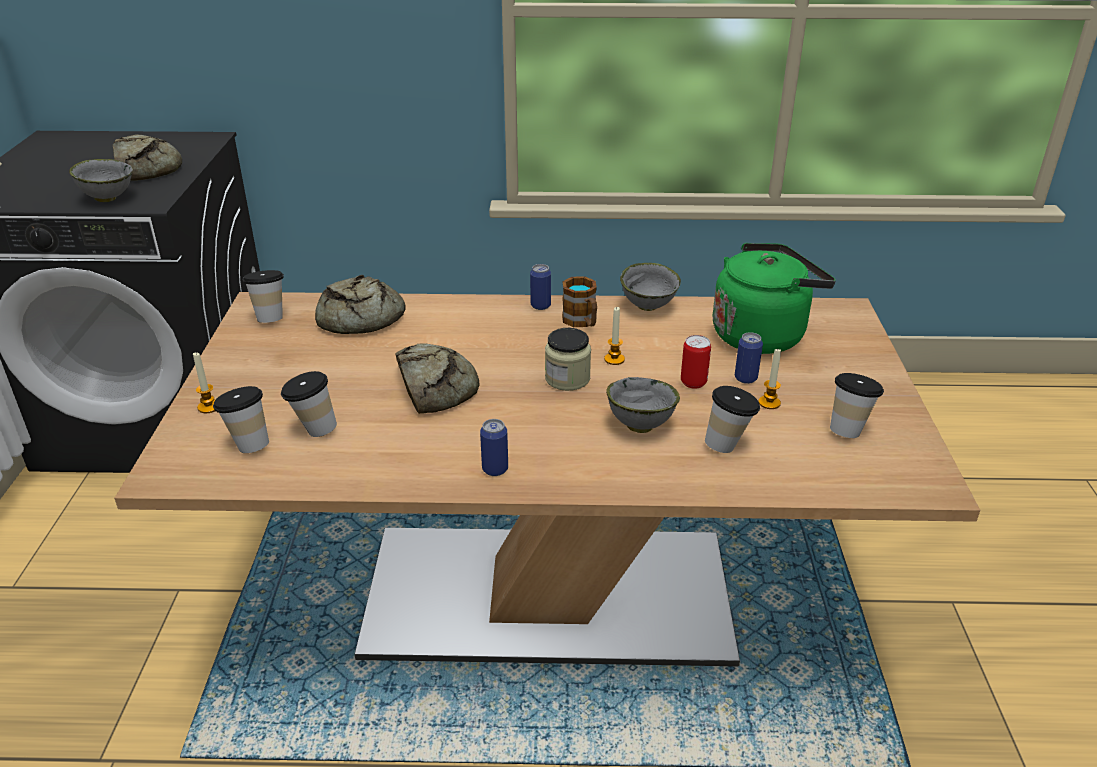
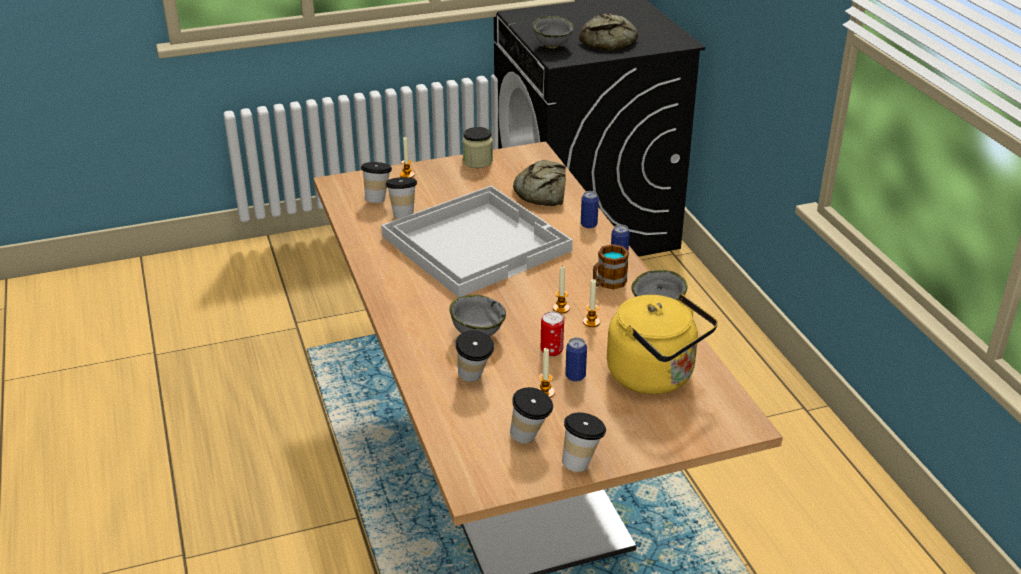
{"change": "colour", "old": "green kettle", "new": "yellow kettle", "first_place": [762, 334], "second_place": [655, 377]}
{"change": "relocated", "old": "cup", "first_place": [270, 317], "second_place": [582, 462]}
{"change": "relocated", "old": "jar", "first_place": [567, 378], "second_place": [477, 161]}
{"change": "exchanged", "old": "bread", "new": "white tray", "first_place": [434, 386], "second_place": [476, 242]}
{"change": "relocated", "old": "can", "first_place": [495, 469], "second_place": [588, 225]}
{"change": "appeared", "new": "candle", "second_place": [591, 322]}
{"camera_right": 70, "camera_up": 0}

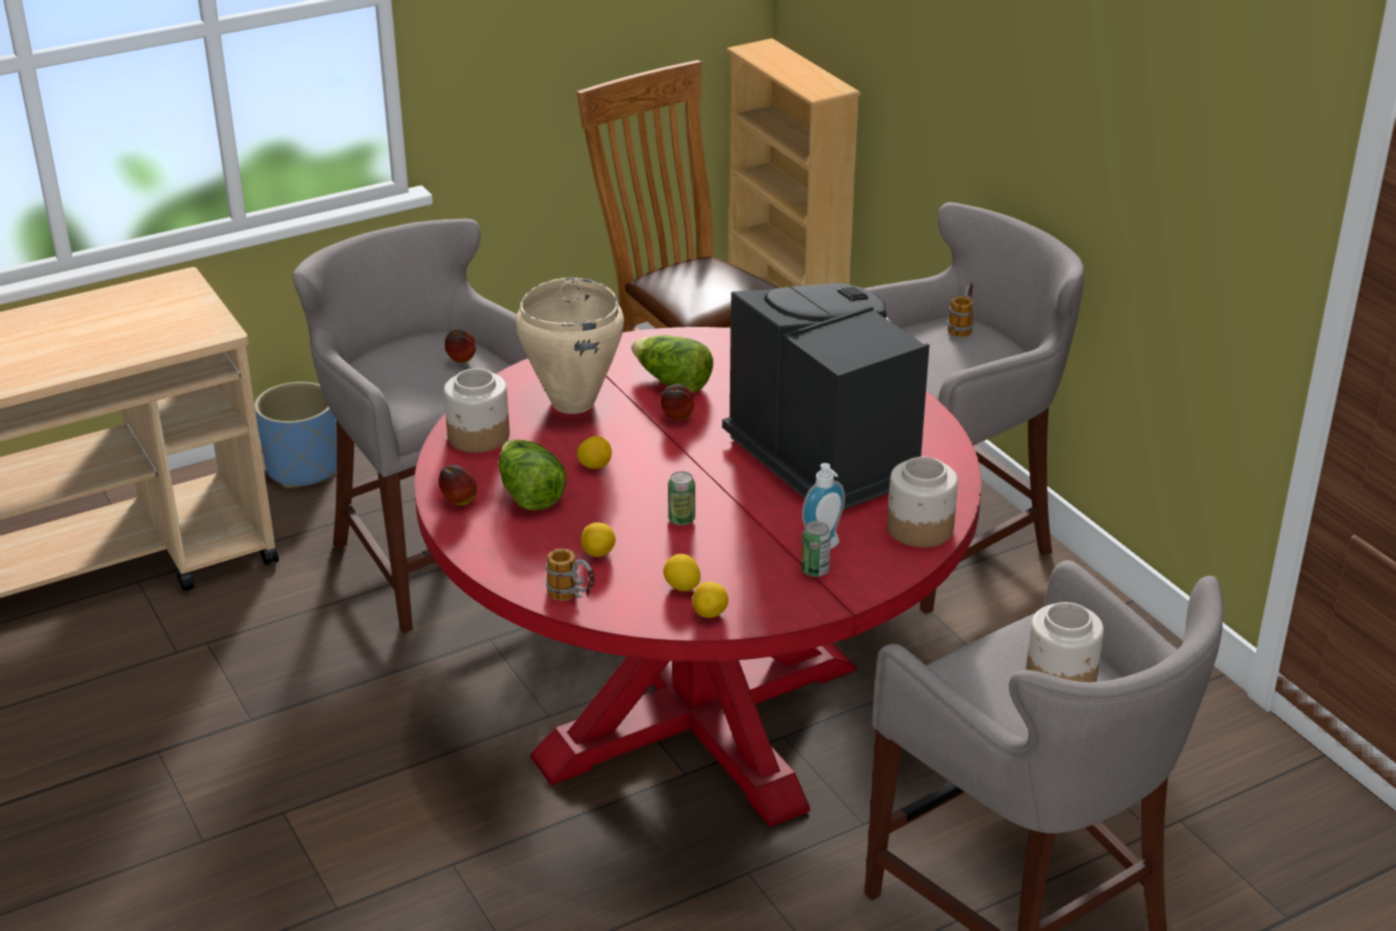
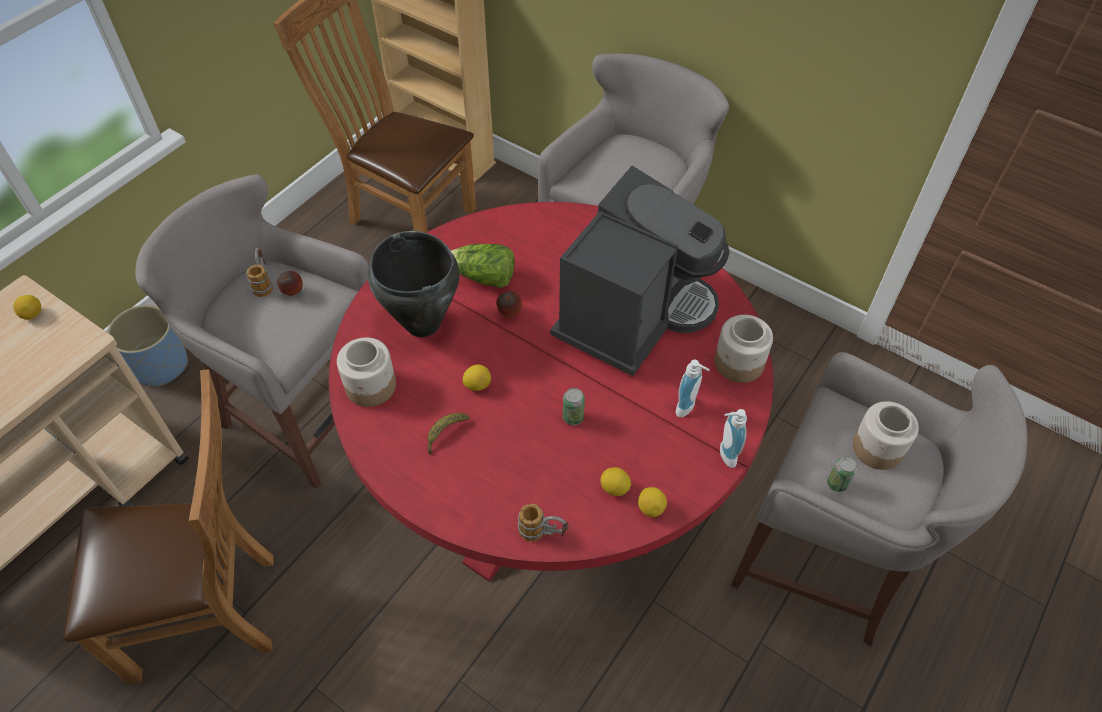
{"change": "colour", "old": "beige cooking pot", "new": "black cooking pot", "first_place": [572, 403], "second_place": [422, 324]}
{"change": "relocated", "old": "mug", "first_place": [962, 326], "second_place": [264, 282]}
{"change": "spun", "old": "coffee machine", "first_place": [825, 455], "second_place": [633, 313], "degrees": 90}
{"change": "exchanged", "old": "lettuce", "new": "banana", "first_place": [529, 494], "second_place": [445, 433]}
{"change": "missing", "old": "apple", "first_place": [459, 502]}
{"change": "relocated", "old": "can", "first_place": [815, 570], "second_place": [837, 483]}
{"change": "relocated", "old": "lemon", "first_place": [598, 553], "second_place": [33, 314]}
{"change": "appeared", "new": "brown chair", "second_place": [214, 611]}
{"change": "appeared", "new": "soap dispenser", "second_place": [724, 455]}
{"camera_right": -25, "camera_up": 20}

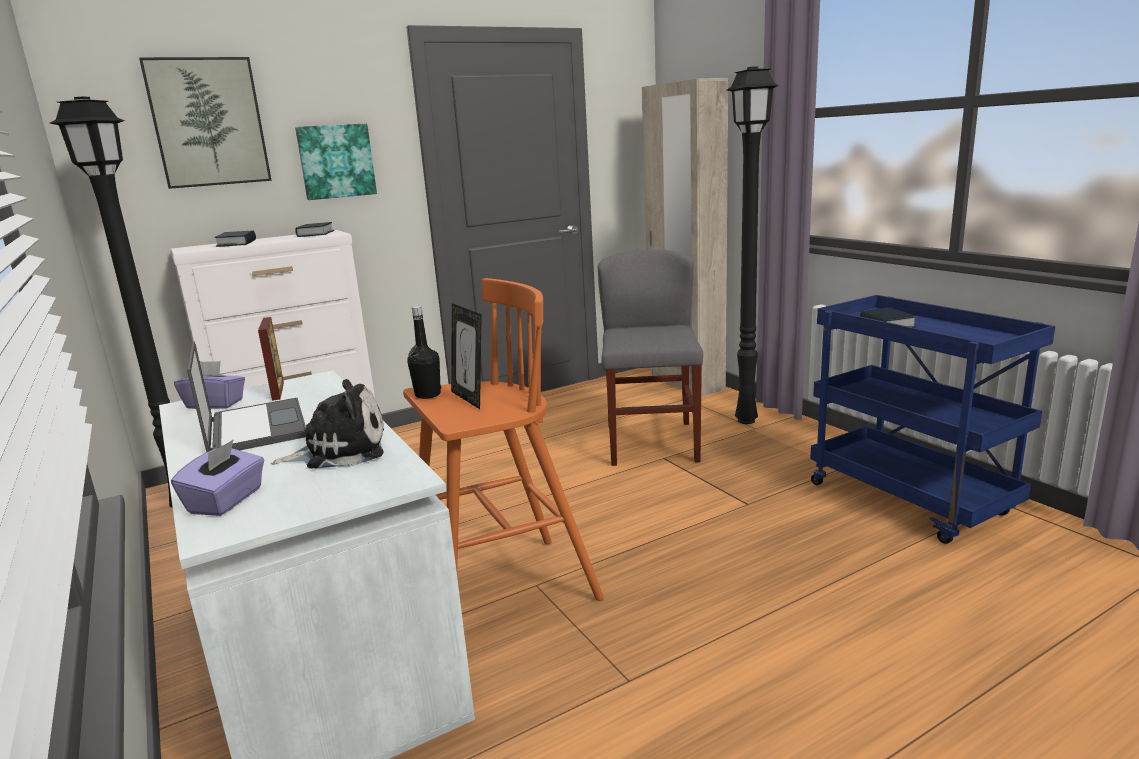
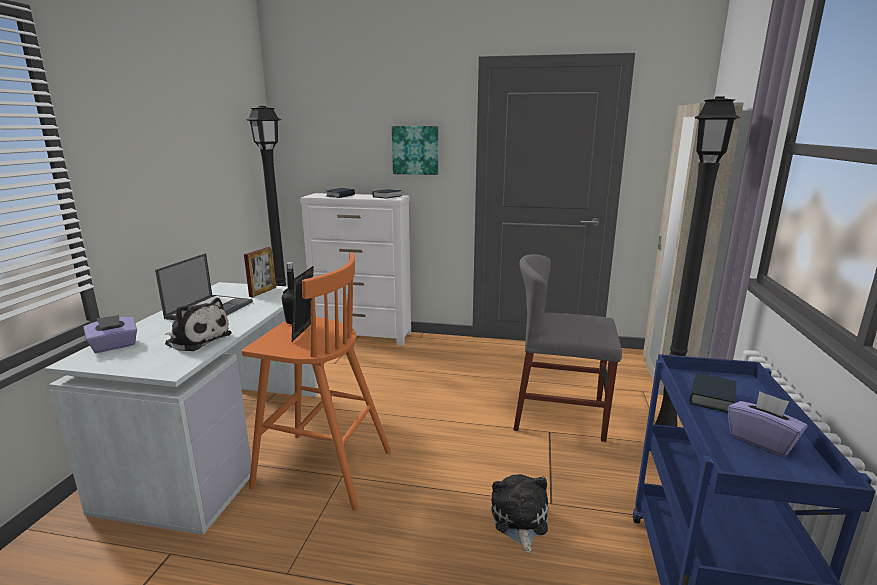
{"change": "missing", "old": "picture", "first_place": [208, 122]}
{"change": "spun", "old": "grey chair", "first_place": [651, 443], "second_place": [559, 415], "degrees": -120}
{"change": "relocated", "old": "purple tissue box", "first_place": [215, 404], "second_place": [761, 440]}
{"change": "appeared", "new": "plush toy", "second_place": [519, 520]}
{"camera_right": 40, "camera_up": 0}

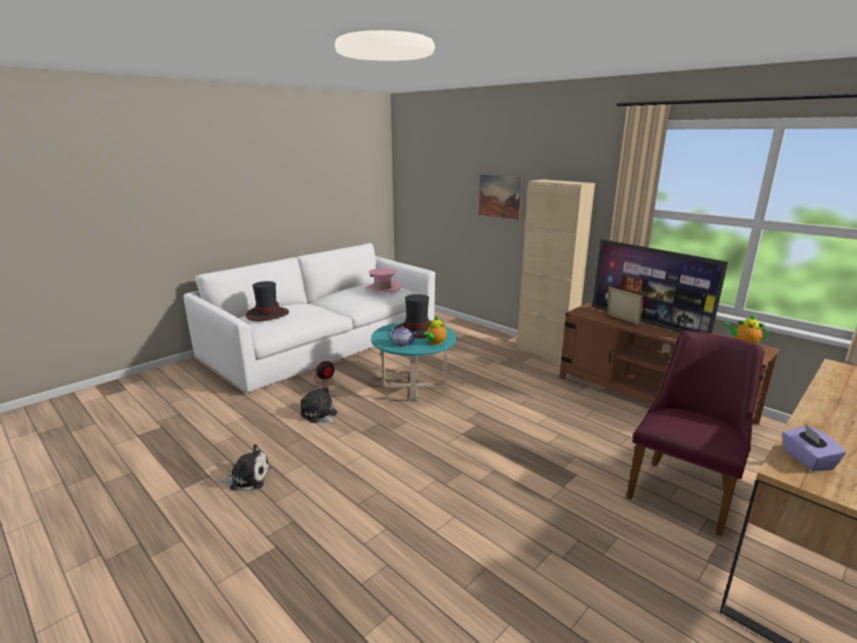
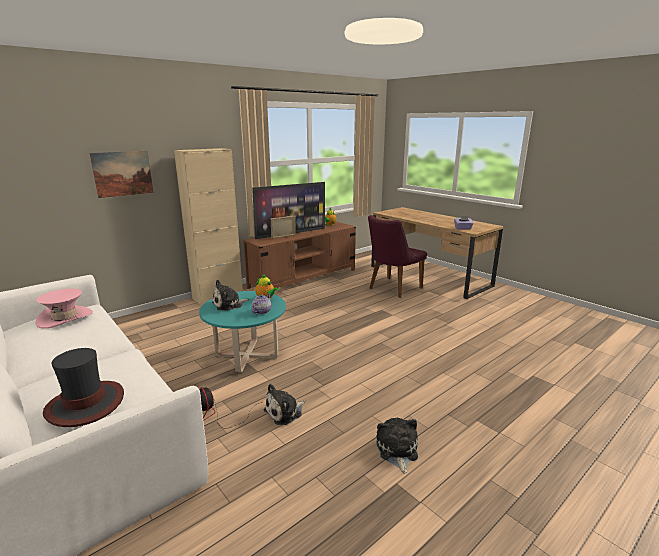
{"change": "exchanged", "old": "hat", "new": "plush toy", "first_place": [417, 330], "second_place": [229, 304]}
{"change": "spun", "old": "purple chair", "first_place": [684, 489], "second_place": [391, 289], "degrees": -90}
{"camera_right": -85, "camera_up": 0}

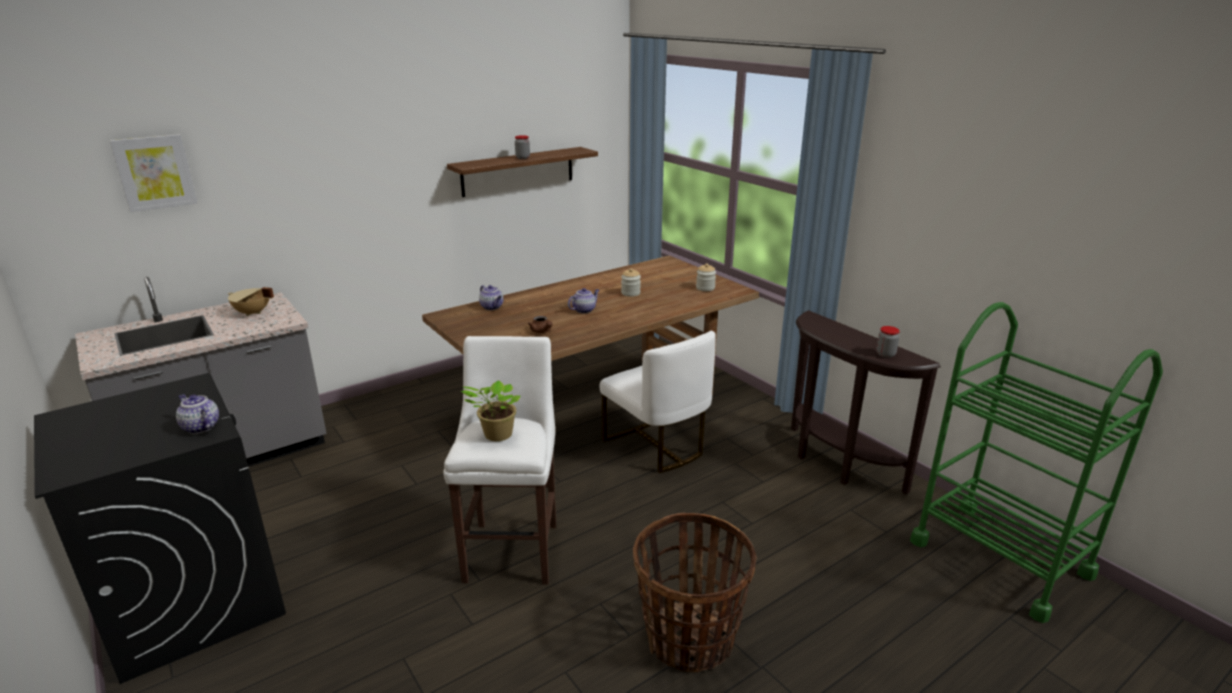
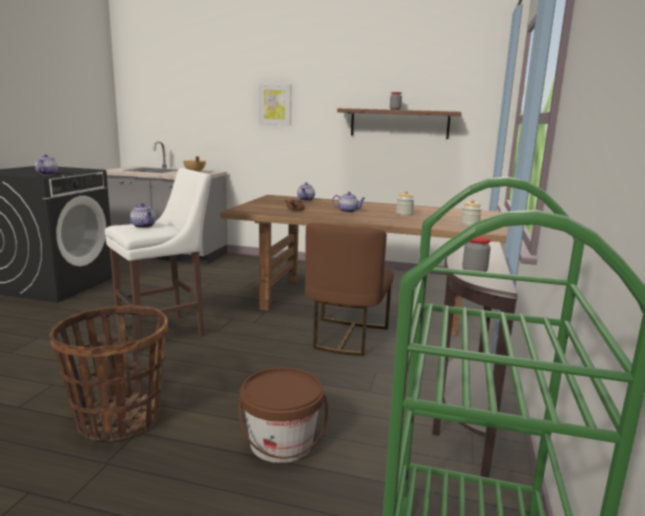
{"change": "relocated", "old": "picture", "first_place": [155, 172], "second_place": [275, 104]}
{"change": "colour", "old": "white chair", "new": "brown chair", "first_place": [656, 446], "second_place": [346, 337]}
{"change": "exchanged", "old": "potted plant", "new": "teapot", "first_place": [496, 435], "second_place": [144, 226]}
{"change": "appeared", "new": "brown bucket", "second_place": [281, 443]}
{"camera_right": 50, "camera_up": -10}

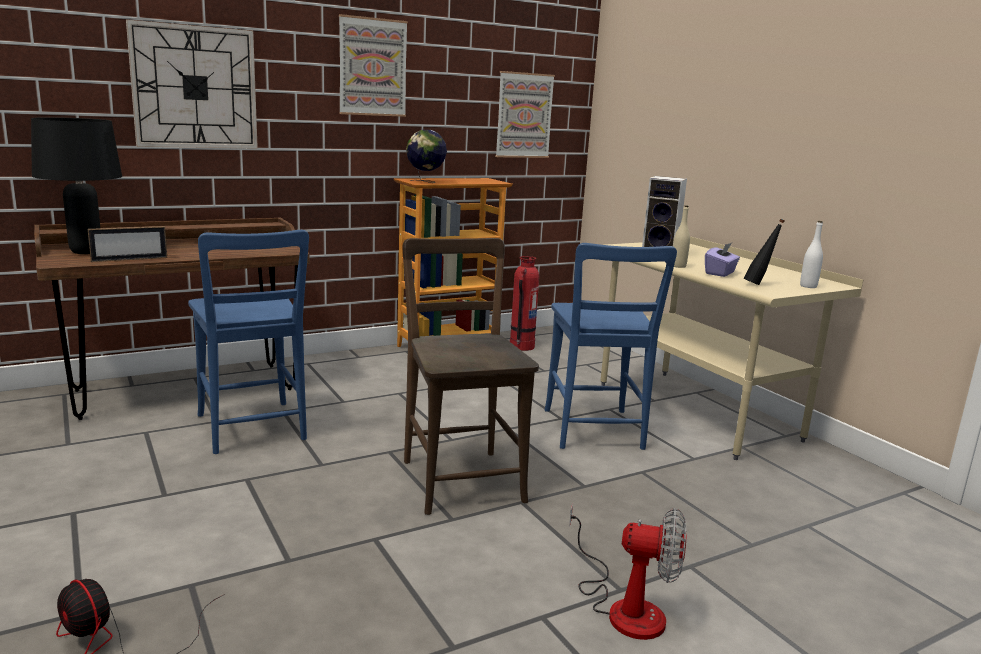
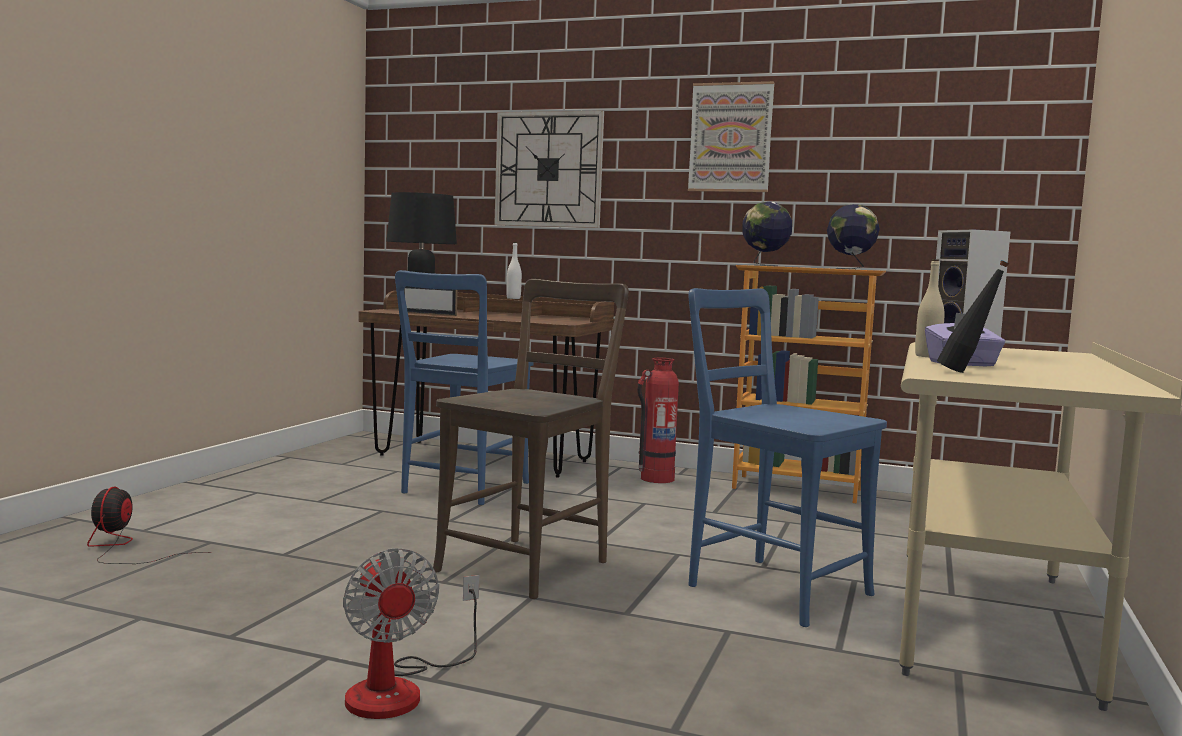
{"change": "missing", "old": "picture", "first_place": [524, 115]}
{"change": "relocated", "old": "white bottle", "first_place": [808, 286], "second_place": [513, 298]}
{"change": "spun", "old": "blue chair", "first_place": [594, 432], "second_place": [771, 587], "degrees": 90}
{"change": "relocated", "old": "fire extinguisher", "first_place": [521, 346], "second_place": [656, 479]}
{"change": "appeared", "new": "globe", "second_place": [850, 269]}
{"camera_right": 50, "camera_up": -10}

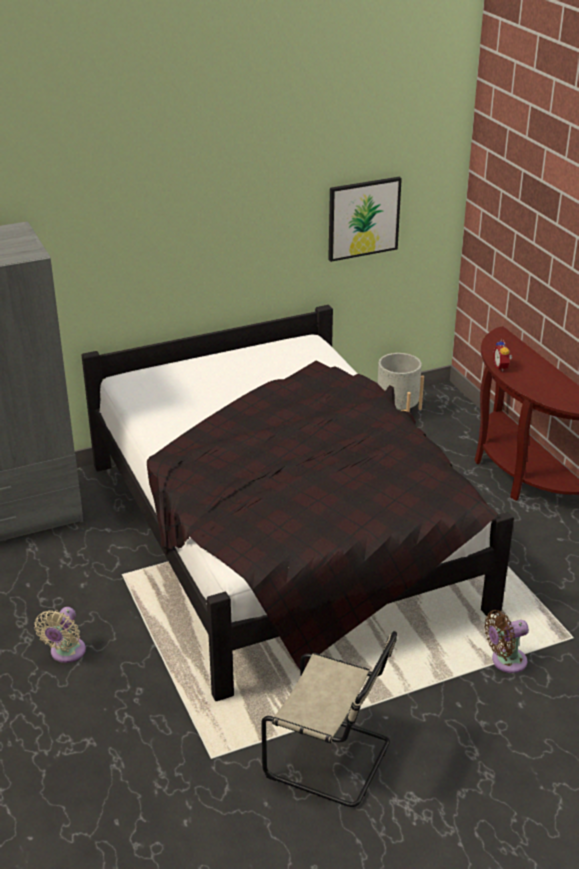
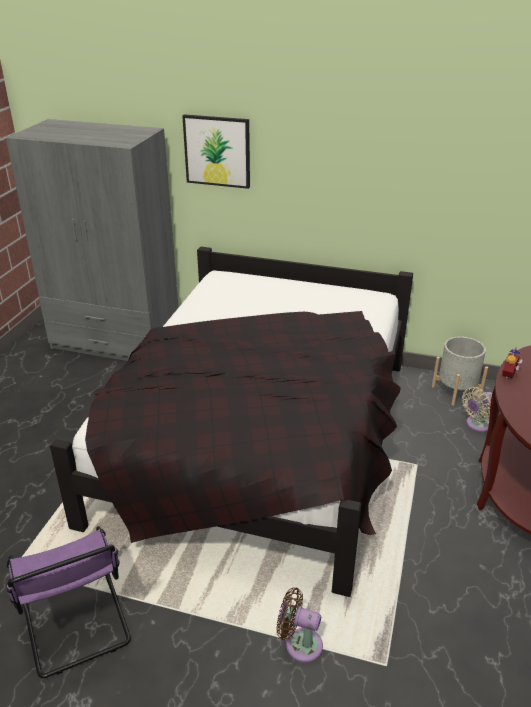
{"change": "relocated", "old": "picture", "first_place": [363, 218], "second_place": [217, 151]}
{"change": "relocated", "old": "beige fan", "first_place": [66, 653], "second_place": [477, 425]}
{"change": "colour", "old": "beige chair", "new": "purple chair", "first_place": [332, 759], "second_place": [77, 627]}
{"camera_right": 40, "camera_up": 0}

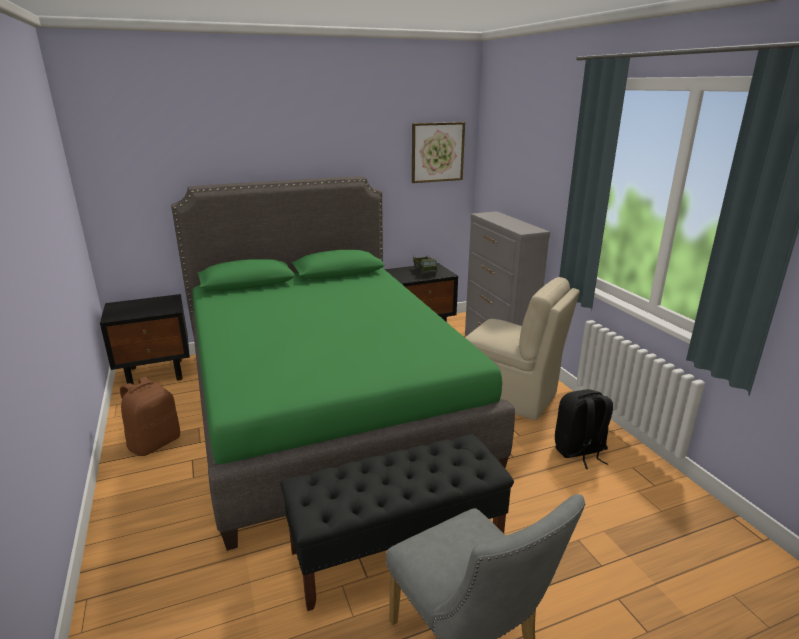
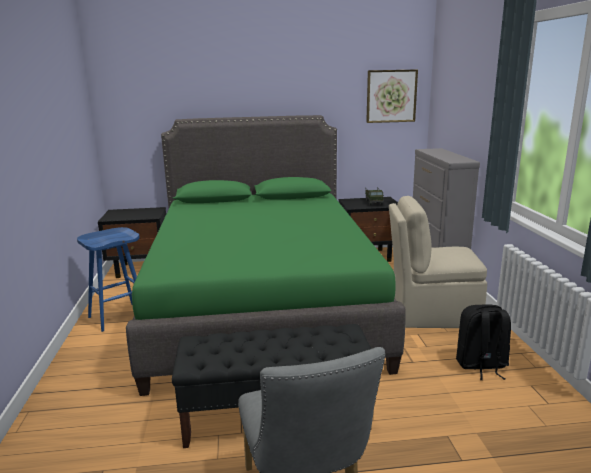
{"change": "spun", "old": "beige chair", "first_place": [510, 396], "second_place": [431, 314], "degrees": 135}
{"change": "exchanged", "old": "brown backpack", "new": "blue stool", "first_place": [154, 443], "second_place": [119, 316]}
{"camera_right": 15, "camera_up": -5}

